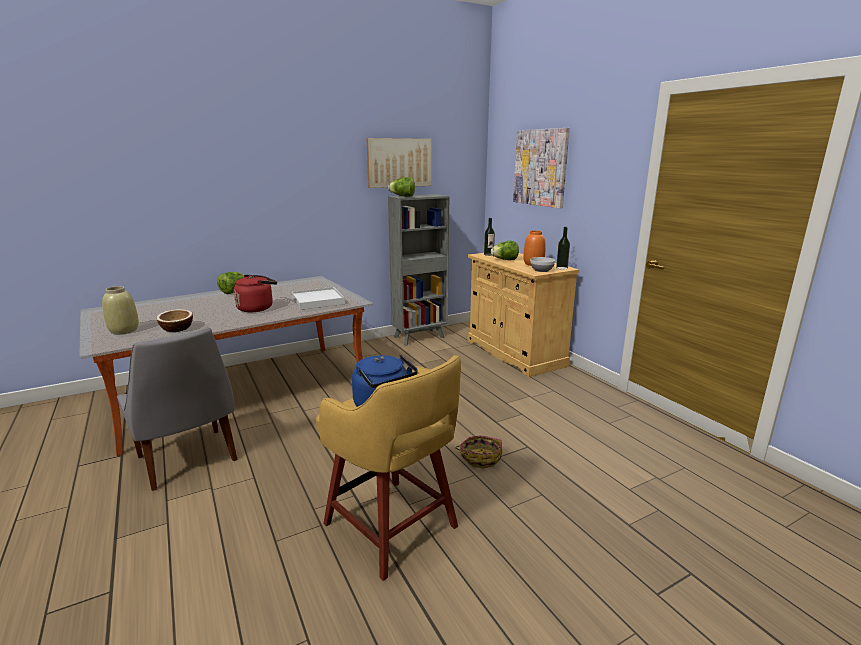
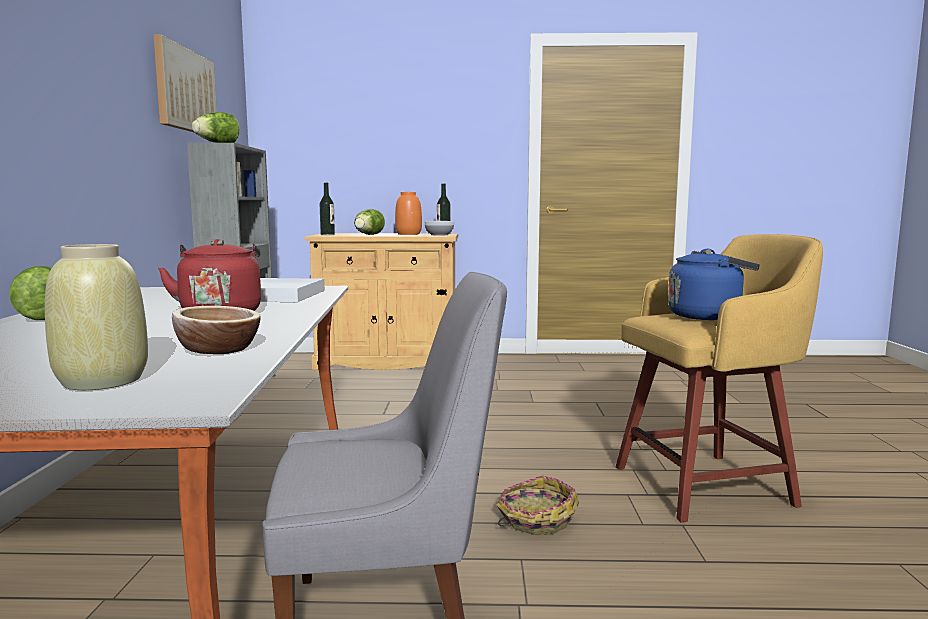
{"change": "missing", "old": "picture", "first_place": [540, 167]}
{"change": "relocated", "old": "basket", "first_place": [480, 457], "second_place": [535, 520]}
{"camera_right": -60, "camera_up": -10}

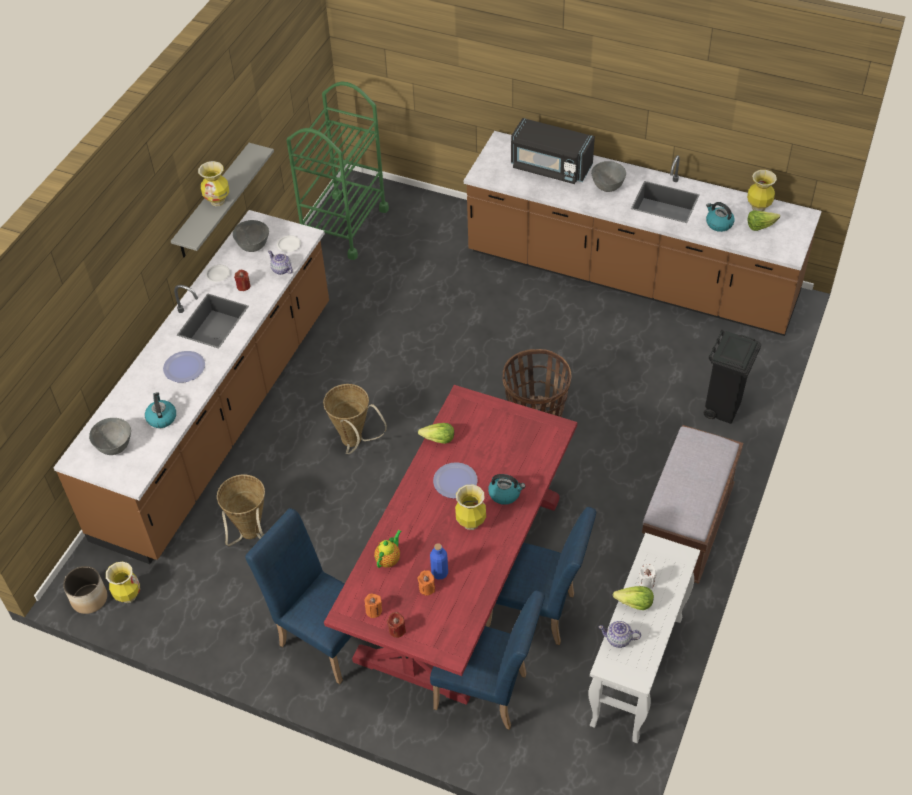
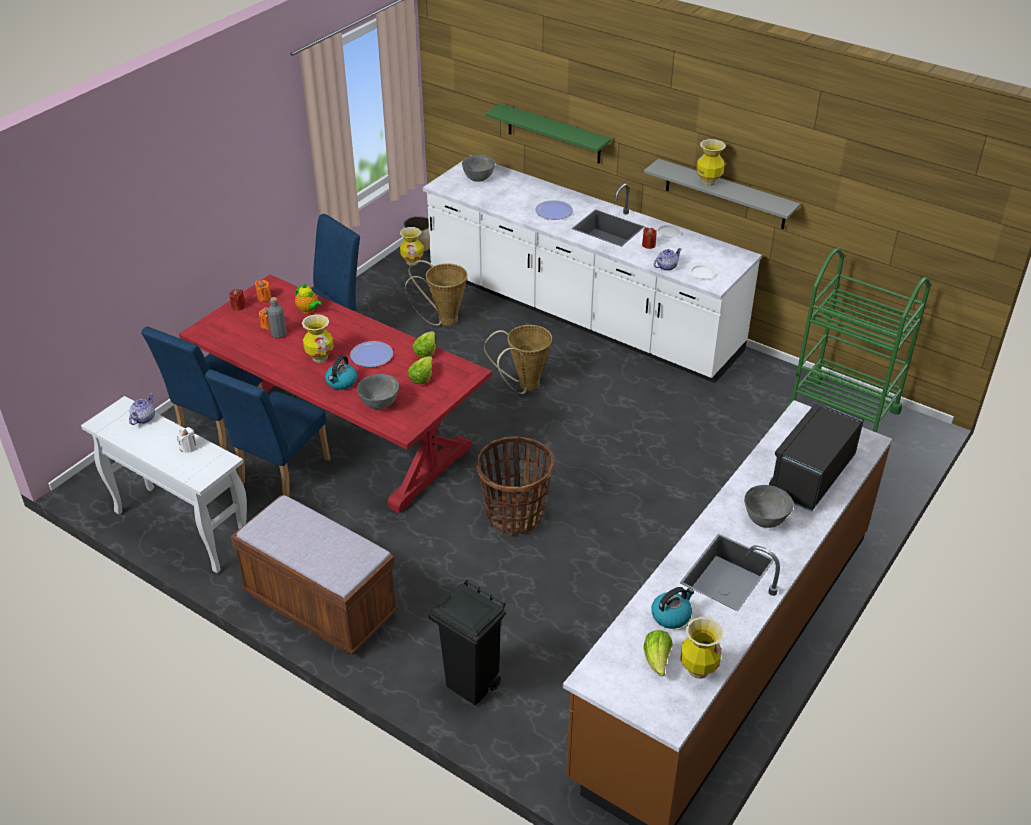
{"change": "colour", "old": "brown counter", "new": "white counter", "first_place": [219, 418], "second_place": [581, 313]}
{"change": "relocated", "old": "grey bowl", "first_place": [253, 247], "second_place": [379, 404]}
{"change": "missing", "old": "kettle", "first_place": [161, 418]}
{"change": "colour", "old": "blue bottle", "new": "grey bottle", "first_place": [439, 573], "second_place": [279, 334]}
{"change": "relocated", "old": "lettuce", "first_place": [634, 603], "second_place": [421, 377]}
{"change": "appeared", "new": "green shelf", "second_place": [554, 134]}
{"camera_right": 100, "camera_up": -10}

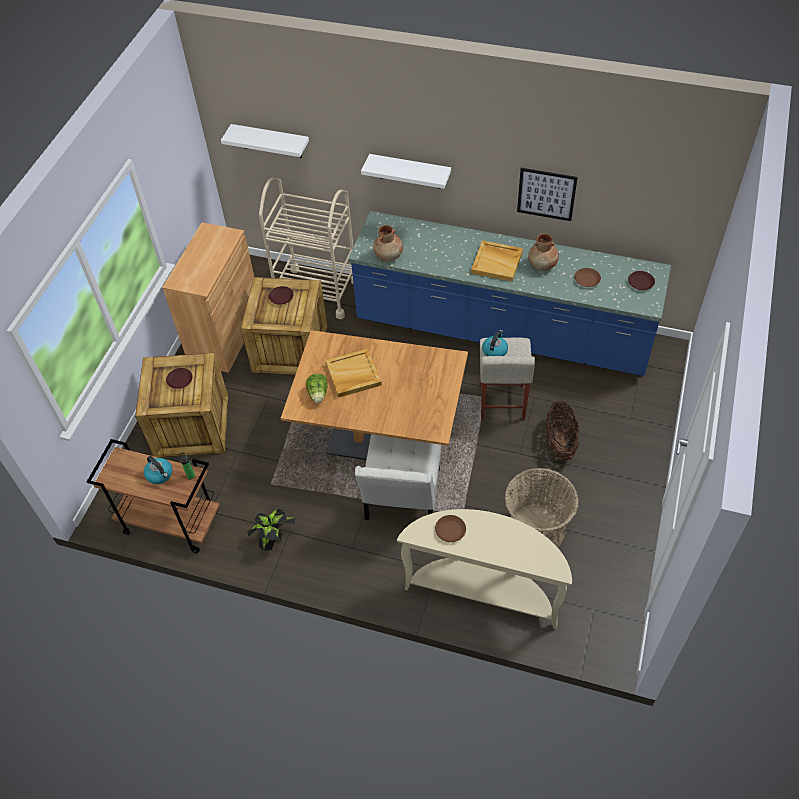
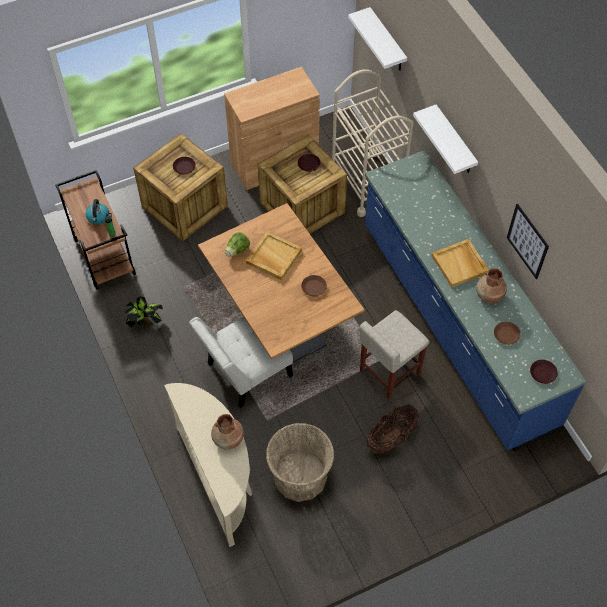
{"change": "relocated", "old": "brown vase", "first_place": [389, 256], "second_place": [228, 439]}
{"change": "missing", "old": "kettle", "first_place": [495, 350]}
{"change": "relocated", "old": "brown plate", "first_place": [450, 530], "second_place": [314, 287]}
{"camera_right": 45, "camera_up": 5}

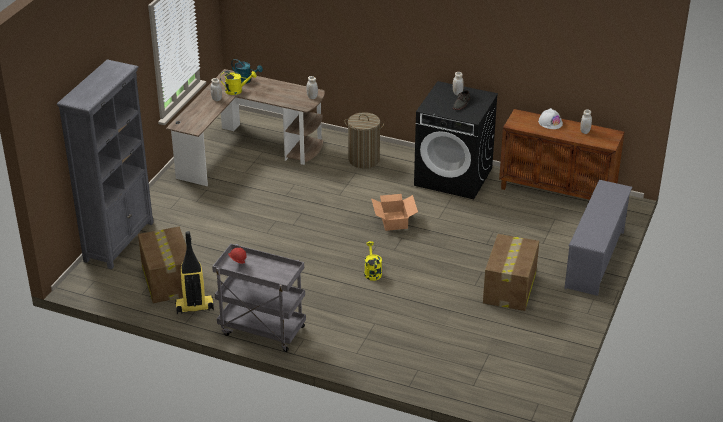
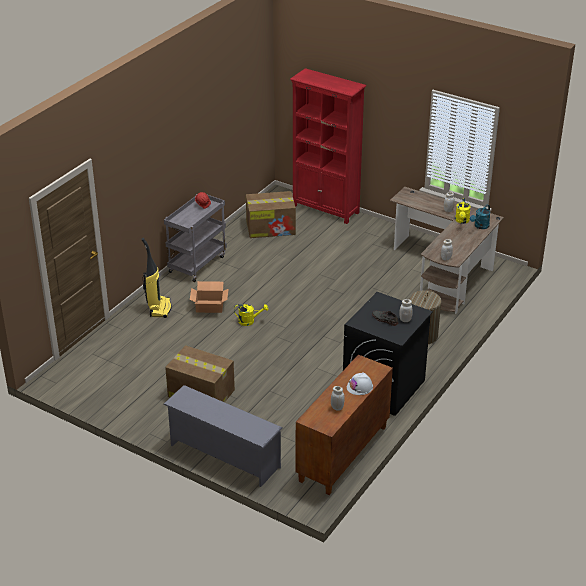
{"change": "colour", "old": "grey bookcase", "new": "red bookcase", "first_place": [119, 241], "second_place": [326, 209]}
{"change": "relocated", "old": "cardboard box", "first_place": [393, 221], "second_place": [209, 306]}
{"change": "relocated", "old": "vacuum cleaner", "first_place": [194, 307], "second_place": [159, 308]}
{"camera_right": 100, "camera_up": 0}

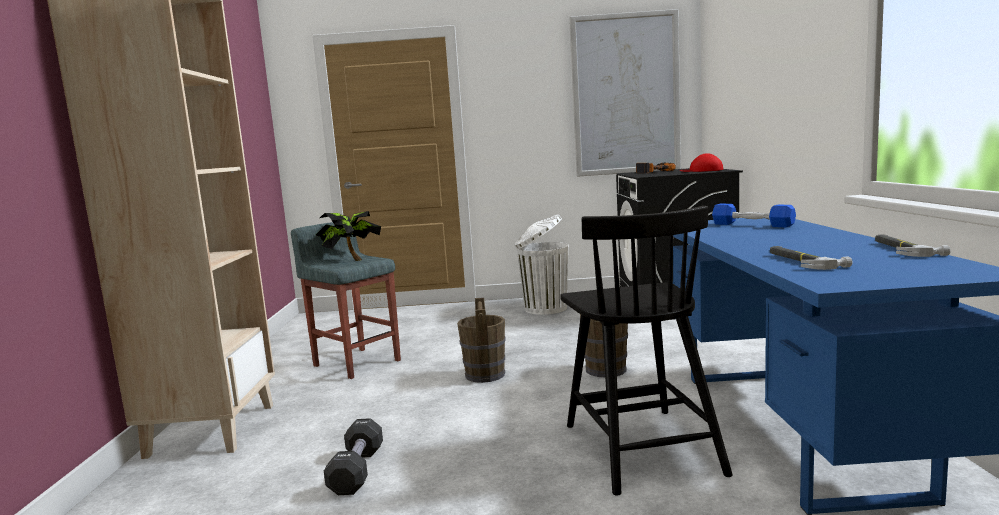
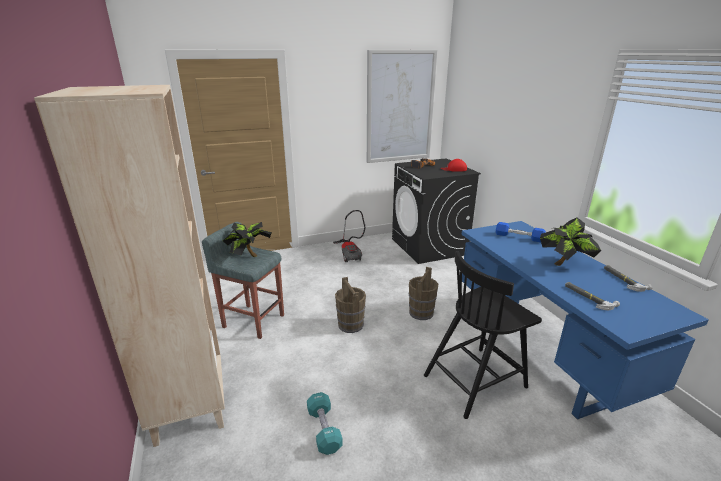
{"change": "spun", "old": "black chair", "first_place": [640, 447], "second_place": [475, 380], "degrees": 90}
{"change": "exchanged", "old": "white trash can", "new": "vacuum cleaner", "first_place": [544, 308], "second_place": [350, 253]}
{"change": "colour", "old": "black dumbbell", "new": "turquoise dumbbell", "first_place": [357, 471], "second_place": [324, 430]}
{"change": "appeared", "new": "potted plant", "second_place": [564, 264]}
{"camera_right": -20, "camera_up": 15}

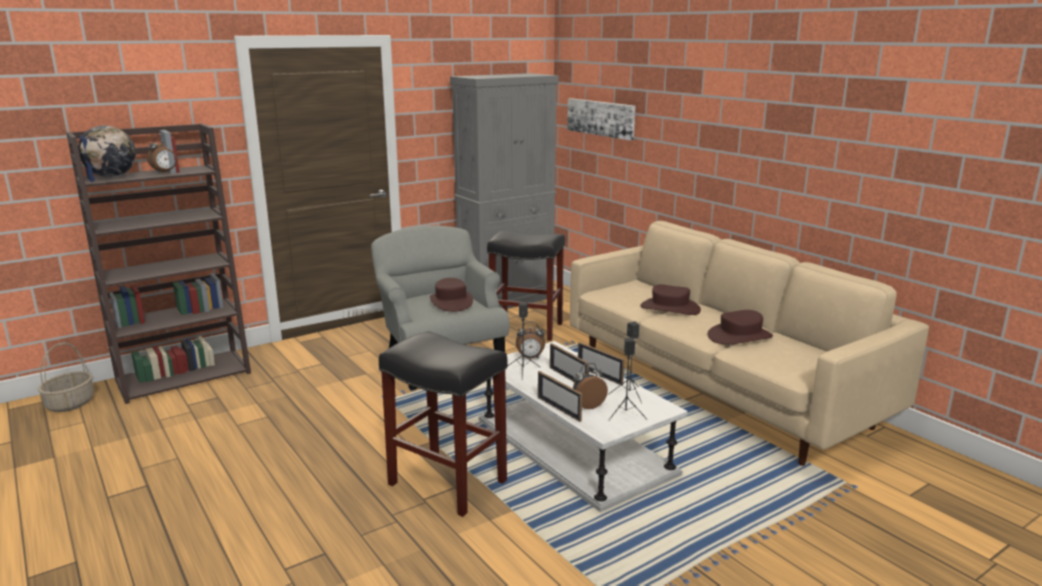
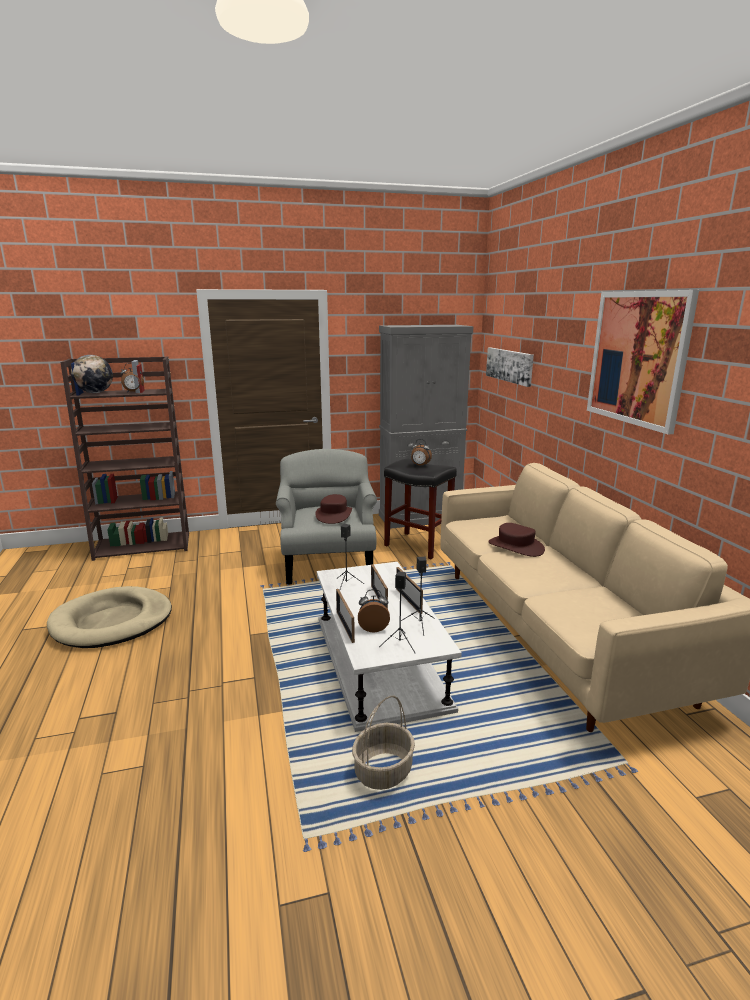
{"change": "missing", "old": "brown hat", "first_place": [740, 336]}
{"change": "relocated", "old": "alarm clock", "first_place": [530, 358], "second_place": [420, 465]}
{"change": "missing", "old": "black stool", "first_place": [446, 482]}
{"change": "relocated", "old": "basket", "first_place": [70, 404], "second_place": [383, 772]}
{"change": "appeared", "new": "picture", "second_place": [637, 358]}
{"change": "appeared", "new": "beige dog bed", "second_place": [112, 621]}
{"camera_right": 20, "camera_up": 0}

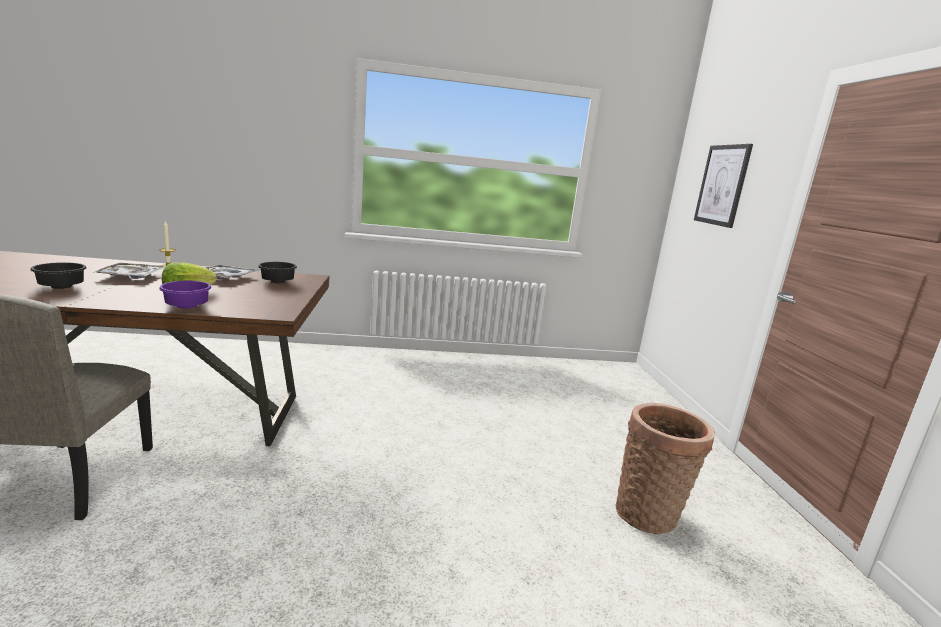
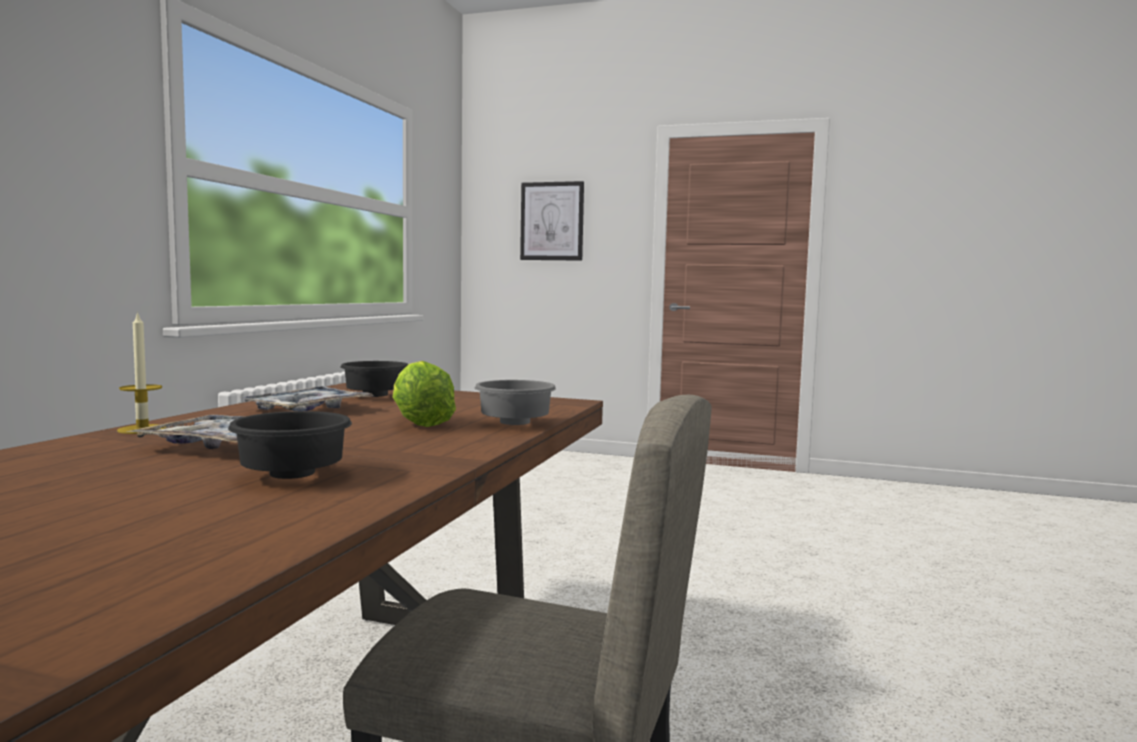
{"change": "colour", "old": "purple bowl", "new": "grey bowl", "first_place": [185, 307], "second_place": [516, 424]}
{"change": "missing", "old": "basket", "first_place": [649, 514]}
{"camera_right": -65, "camera_up": -10}

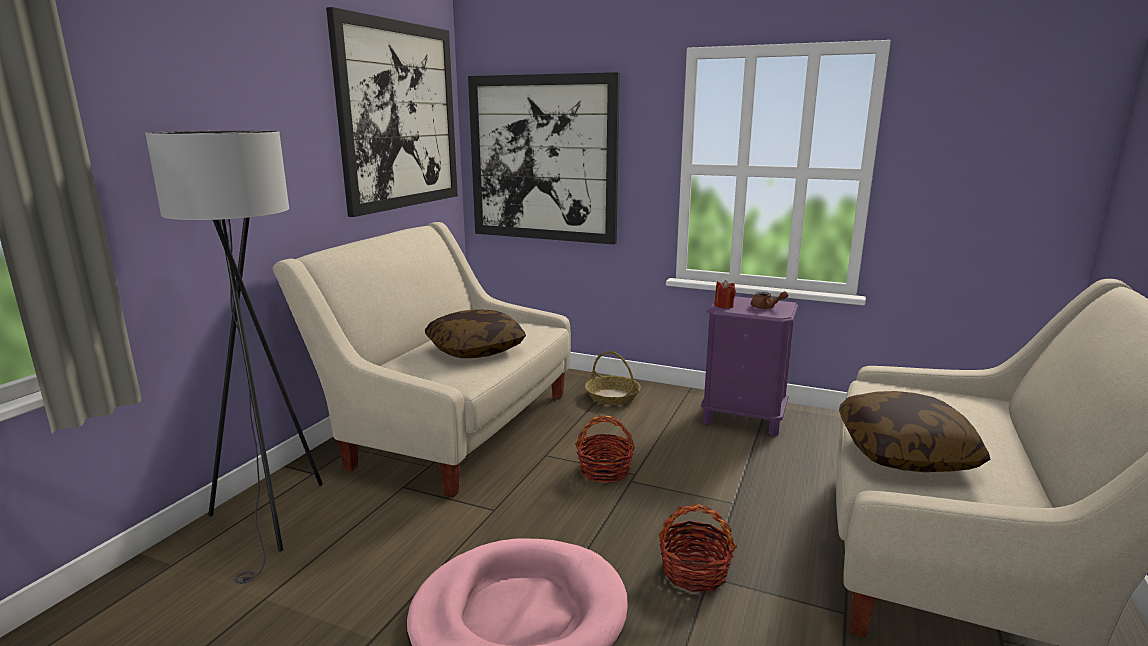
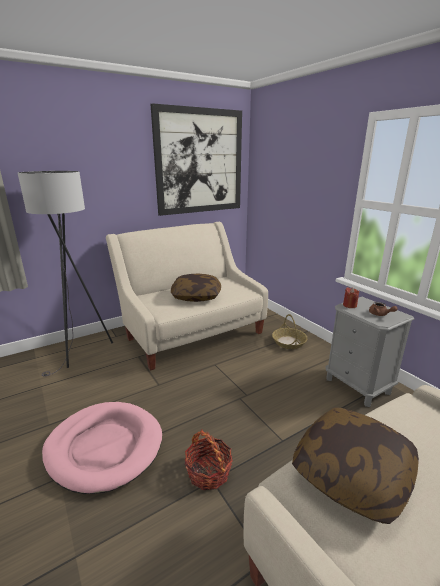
{"change": "missing", "old": "picture", "first_place": [543, 159]}
{"change": "colour", "old": "purple nightstand", "new": "grey nightstand", "first_place": [744, 418], "second_place": [358, 386]}
{"change": "missing", "old": "basket", "first_place": [604, 471]}
{"camera_right": 35, "camera_up": 5}

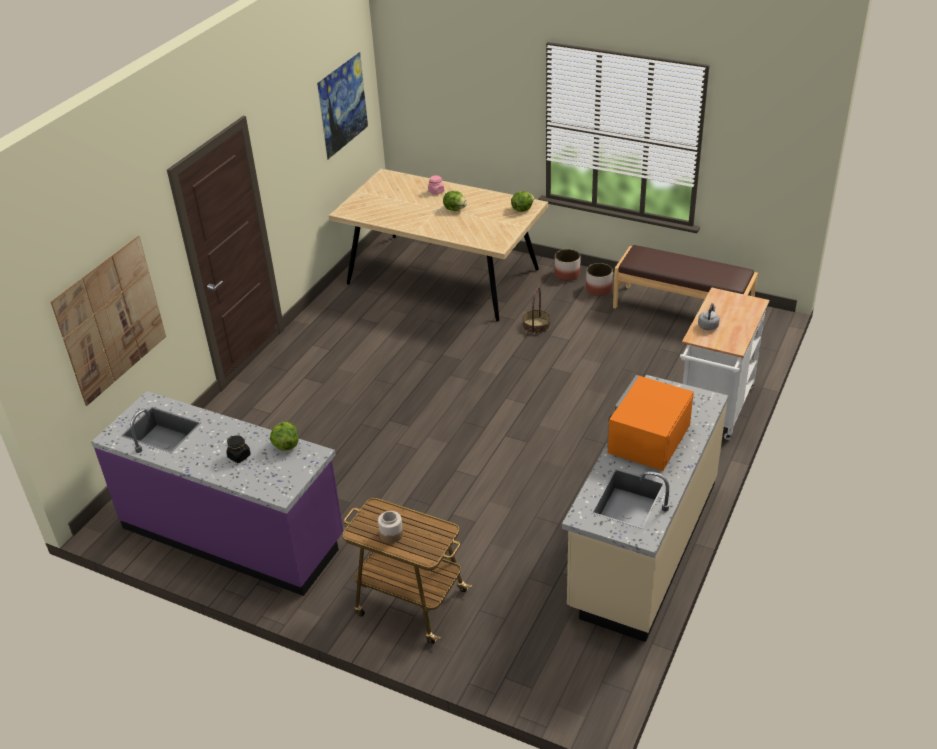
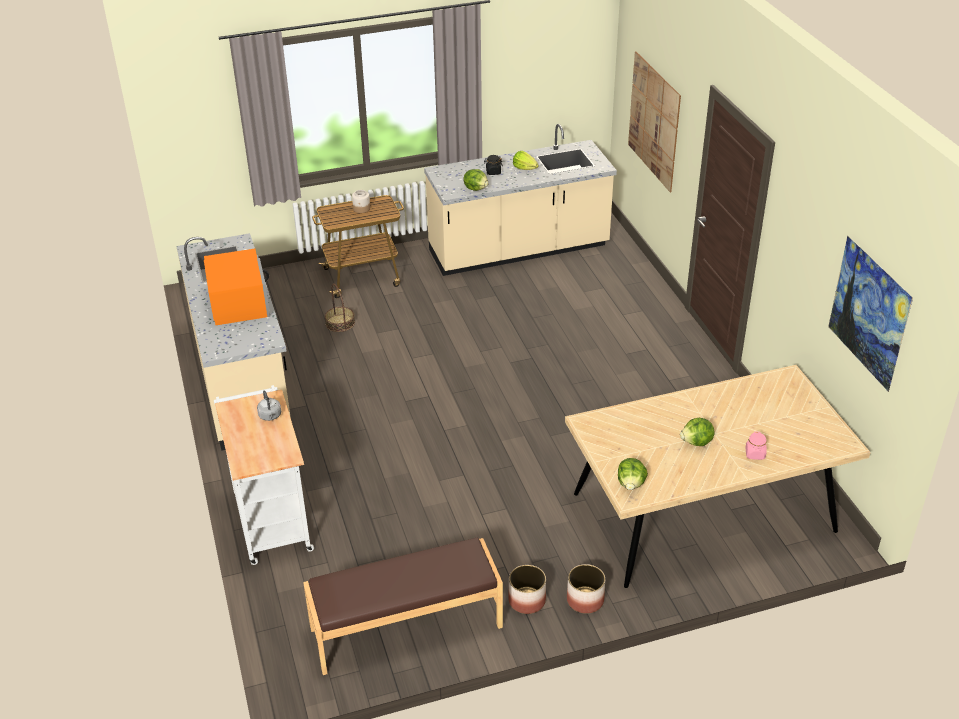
{"change": "relocated", "old": "basket", "first_place": [536, 326], "second_place": [340, 323]}
{"change": "colour", "old": "purple counter", "new": "beige counter", "first_place": [233, 533], "second_place": [519, 250]}
{"change": "appeared", "new": "lettuce", "second_place": [524, 168]}
{"camera_right": 135, "camera_up": 0}

